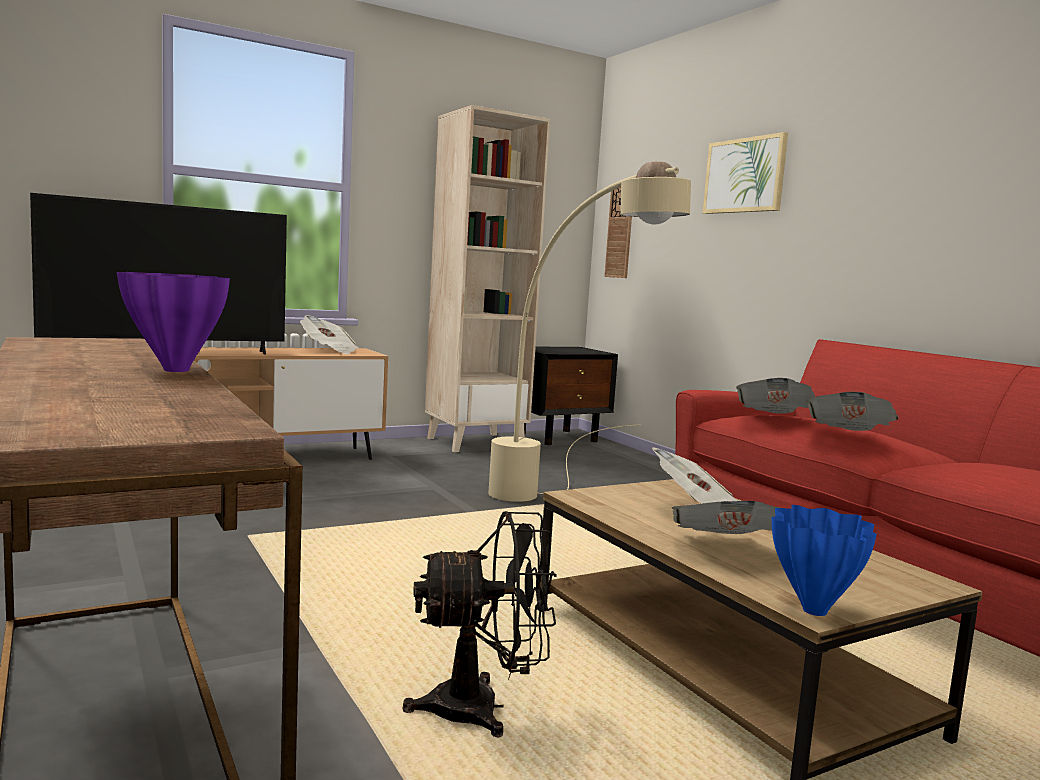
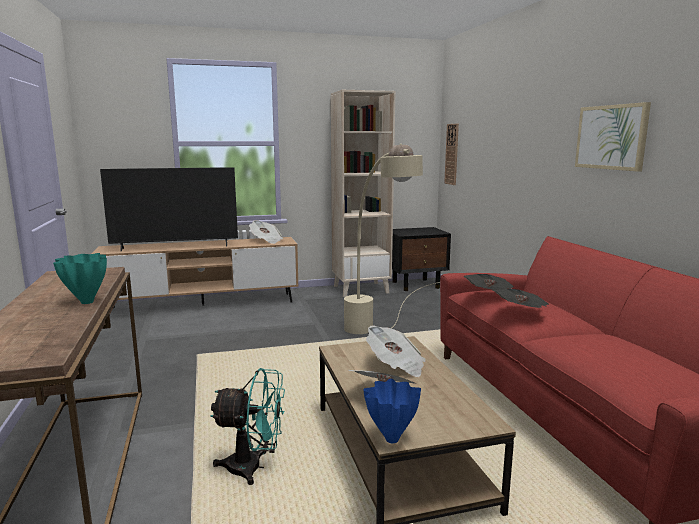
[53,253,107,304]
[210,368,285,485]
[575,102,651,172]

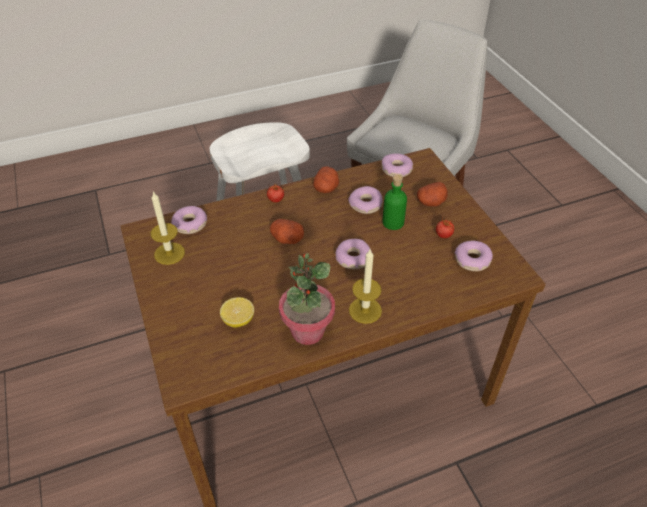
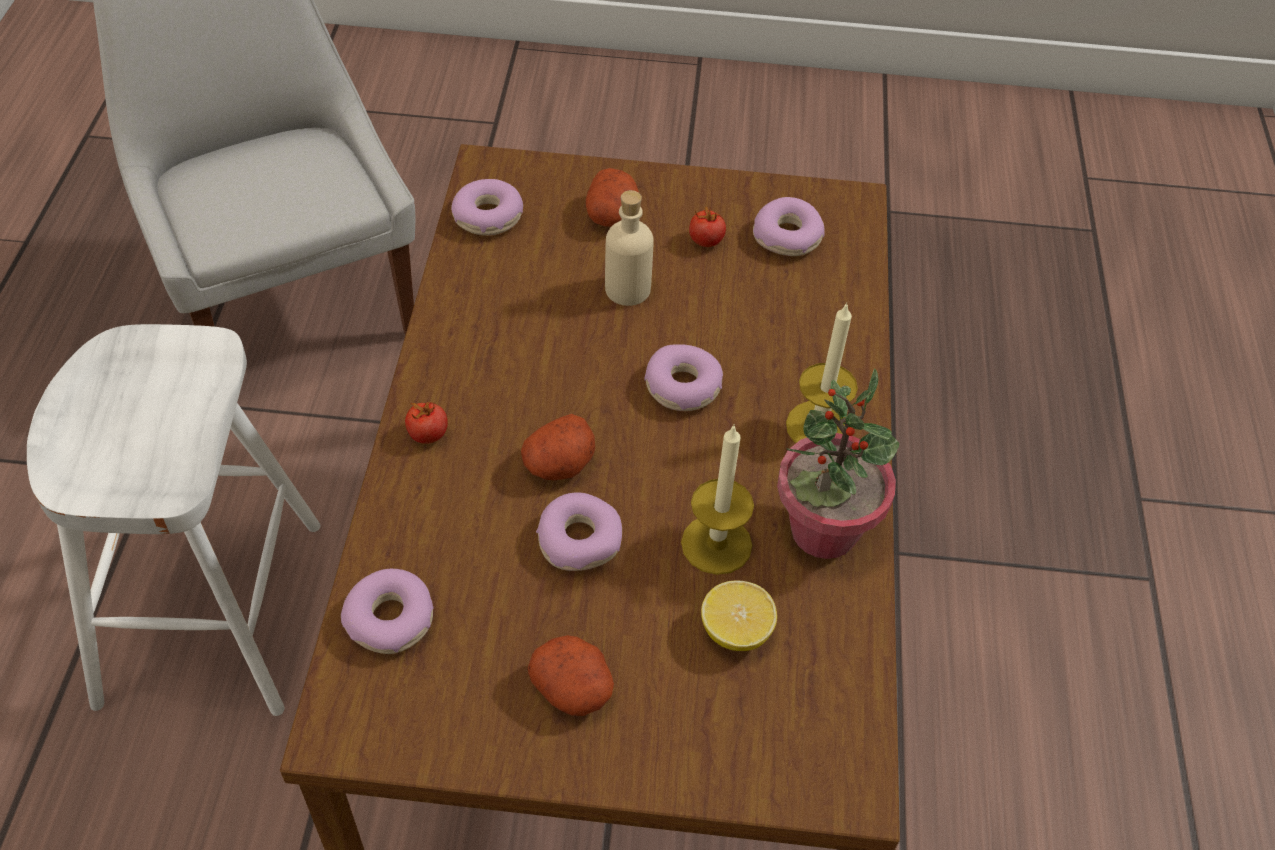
[681,424,754,575]
[528,635,614,716]
[536,492,622,571]
[605,190,654,306]

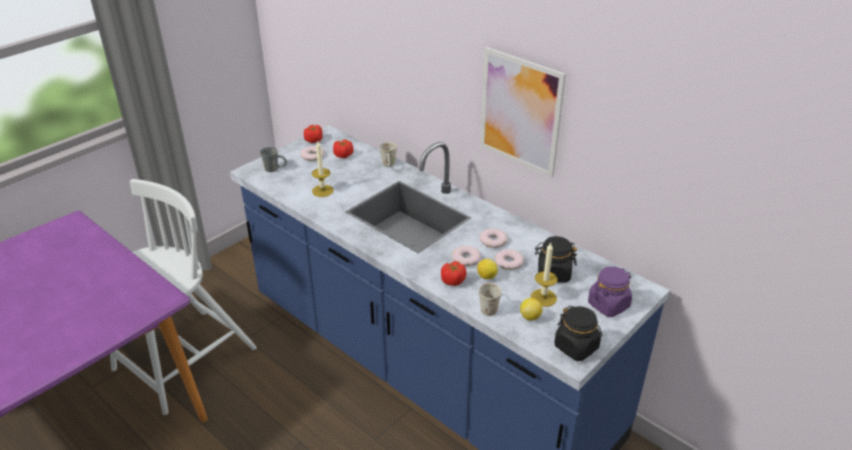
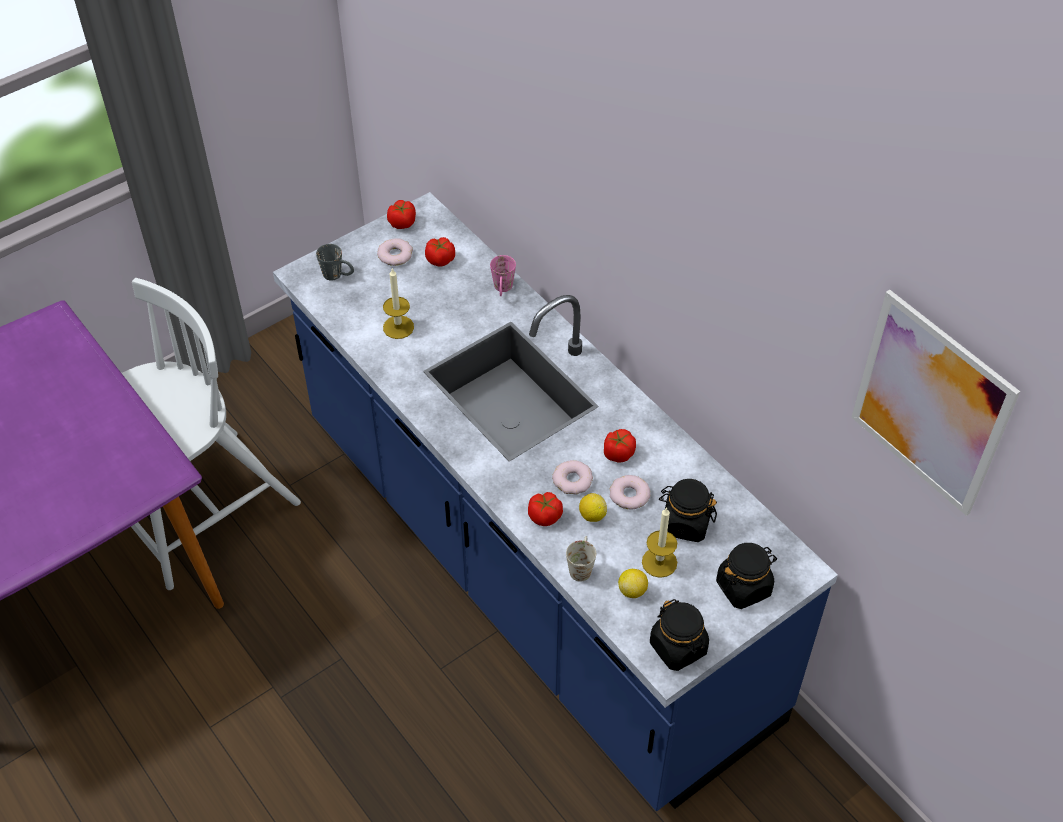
[490,255,516,296]
[851,290,1020,516]
[604,429,636,463]
[716,543,777,609]

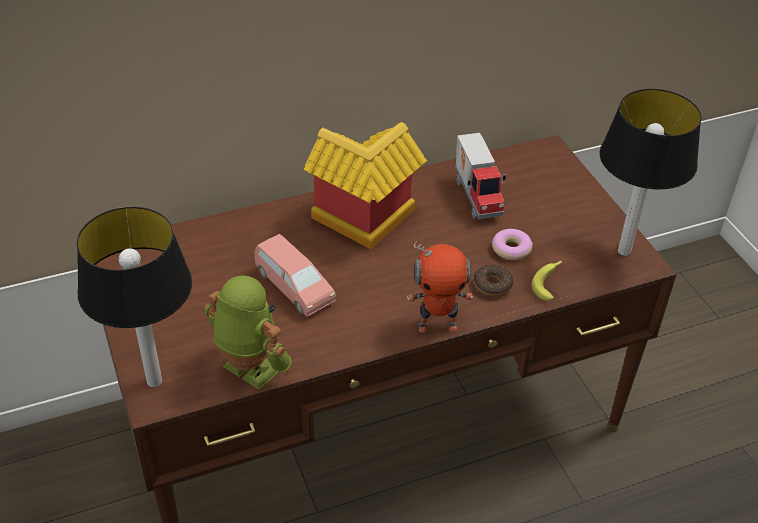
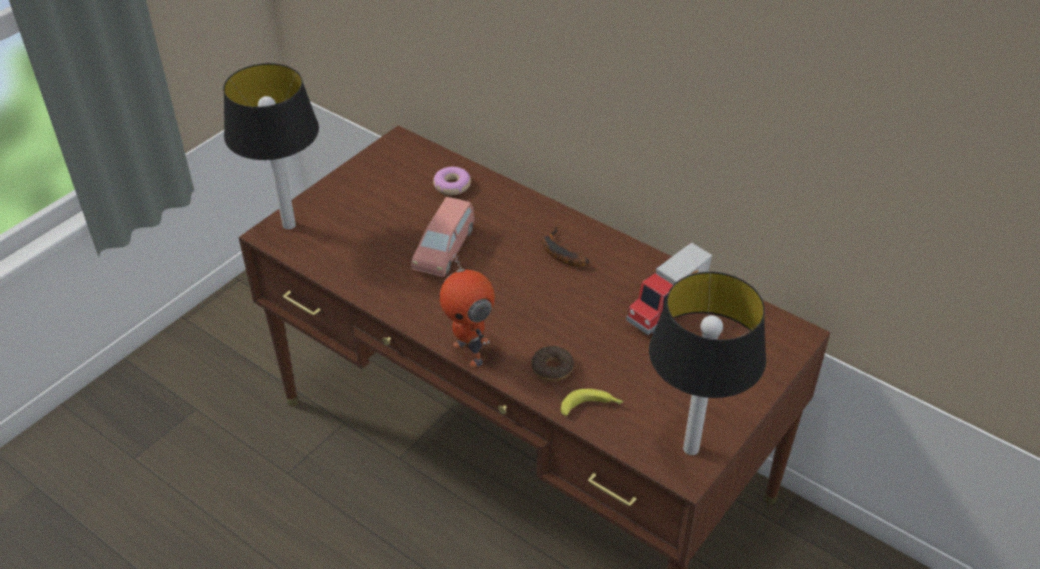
[204,275,291,389] (first image)
[542,226,589,267]
[433,167,471,195]

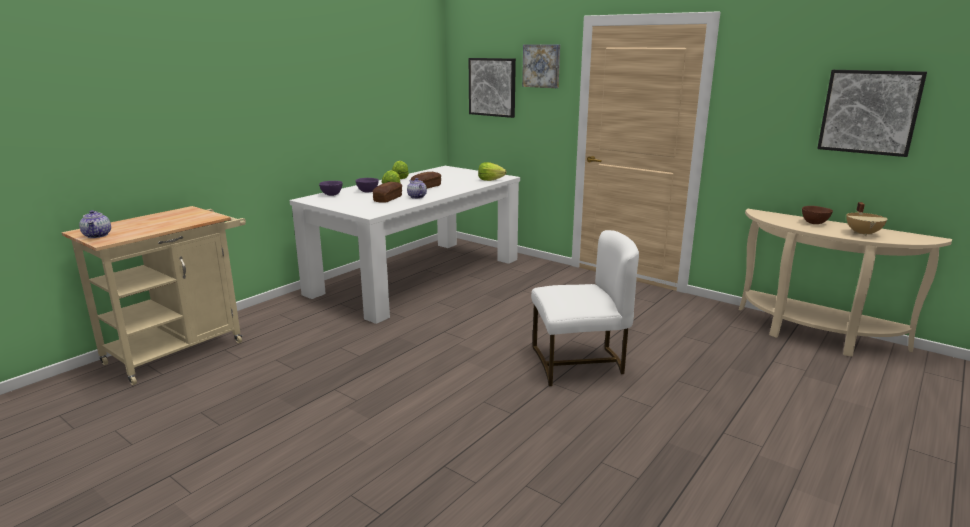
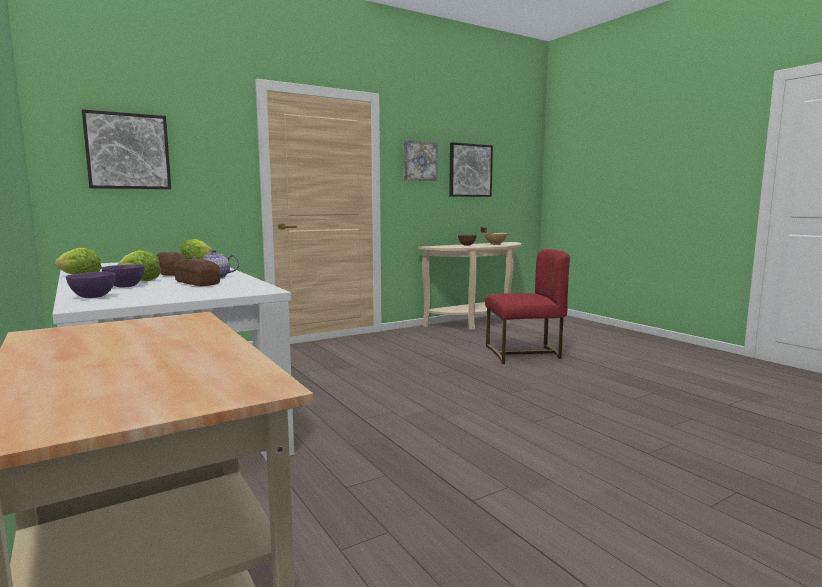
[79,210,111,238] (first image)
[404,140,438,181]
[531,230,639,386] (first image)
[485,249,570,364]

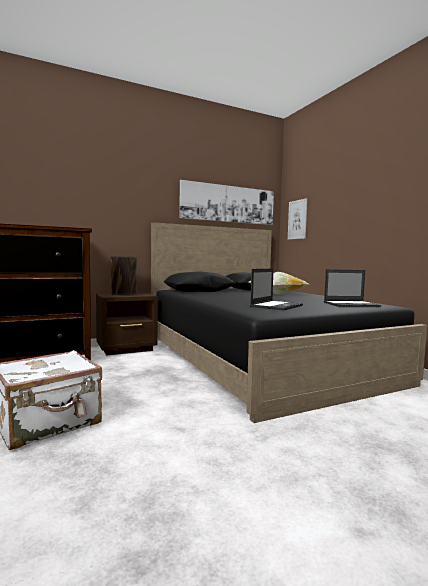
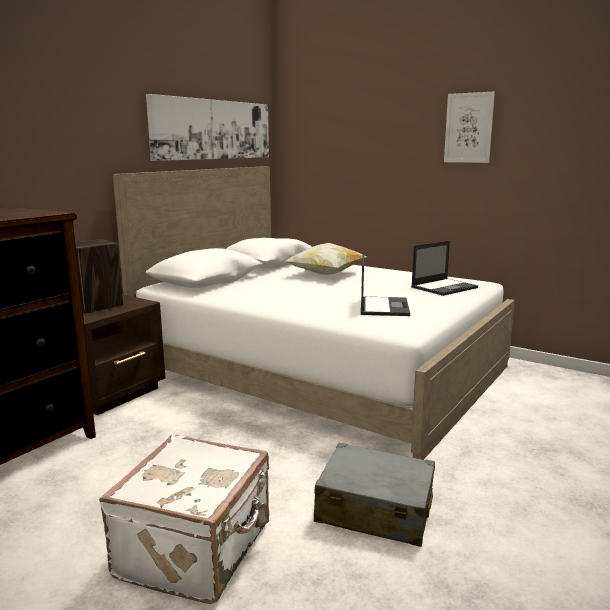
[113,166,515,460]
[444,92,495,163]
[314,443,435,547]

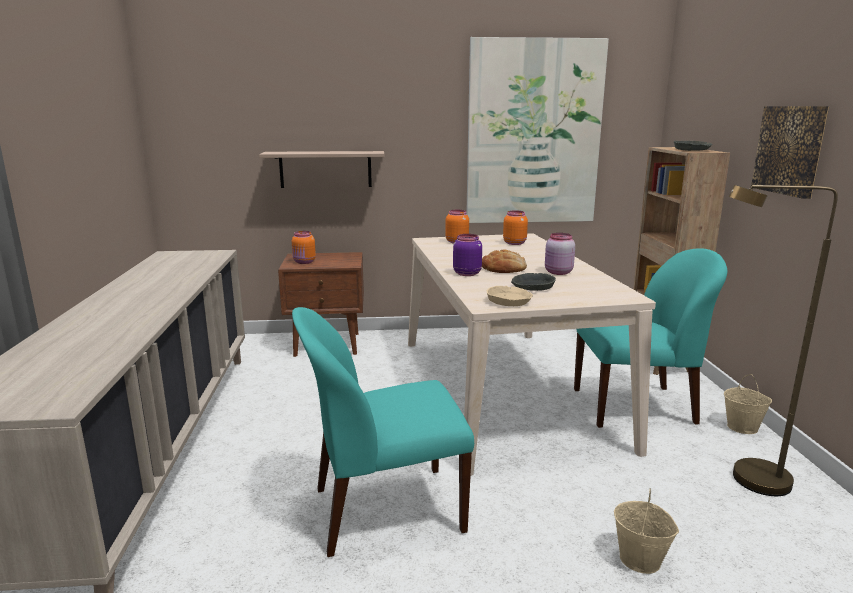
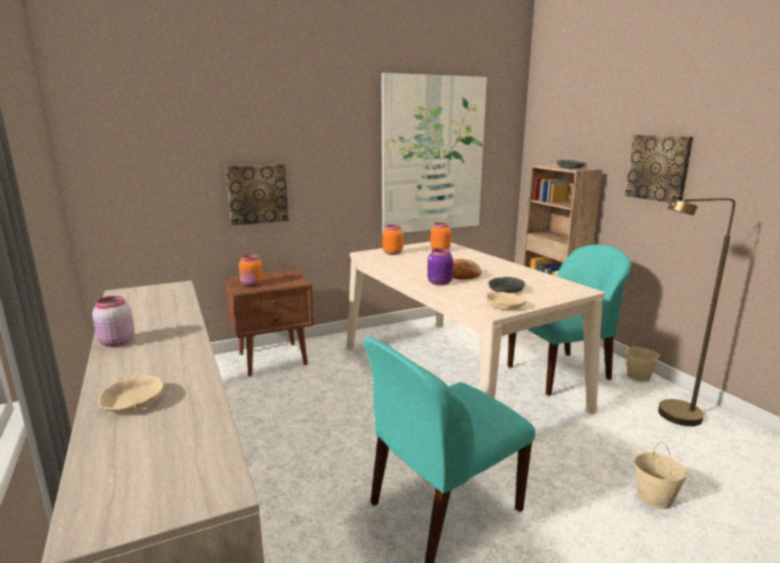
[225,164,289,225]
[92,296,134,347]
[98,375,163,413]

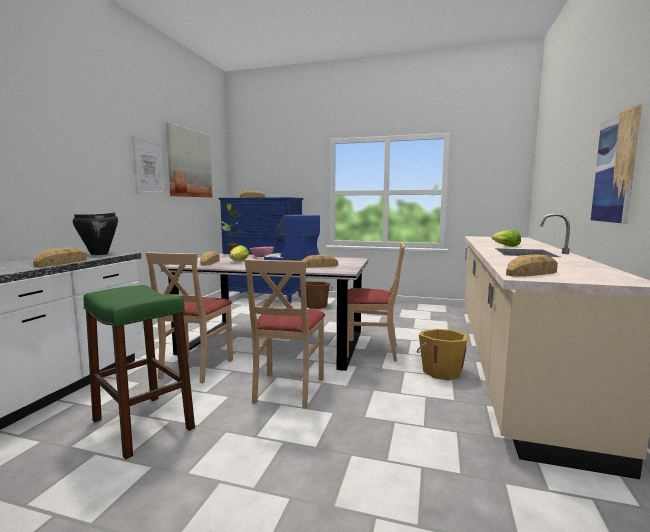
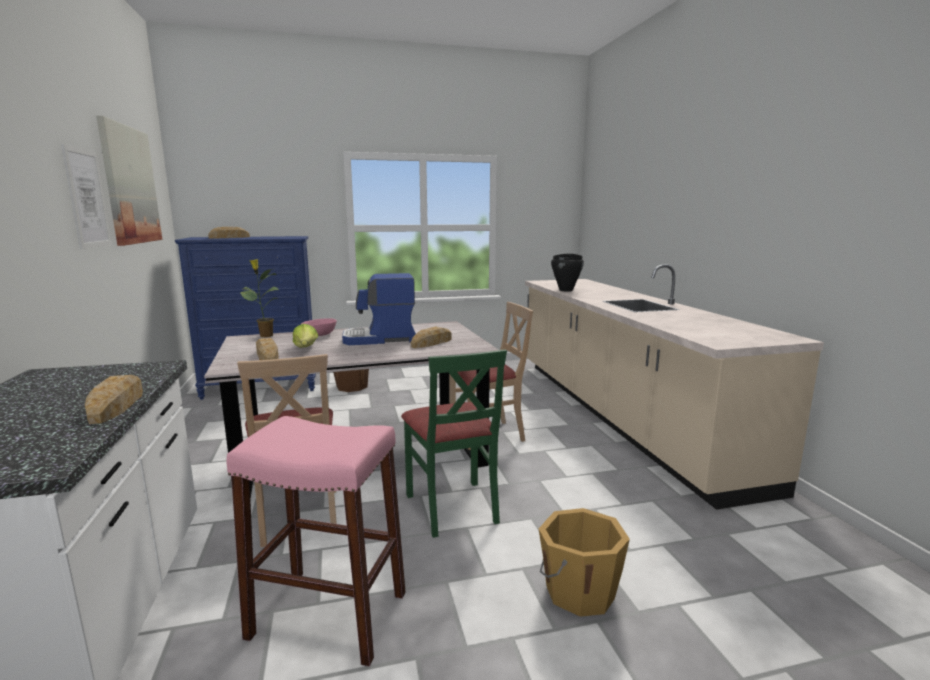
[551,254,584,291]
[227,416,406,667]
[401,349,507,538]
[539,508,630,617]
[492,230,521,247] (first image)
[506,254,558,276] (first image)
[591,104,642,223] (first image)

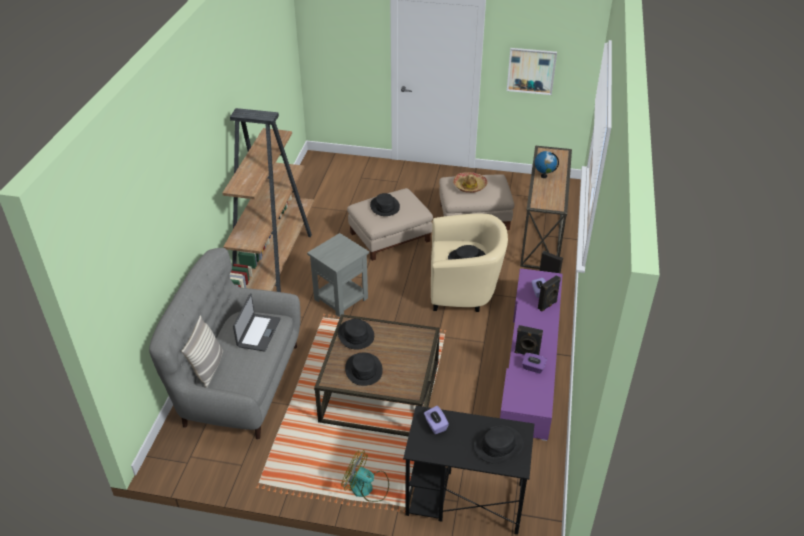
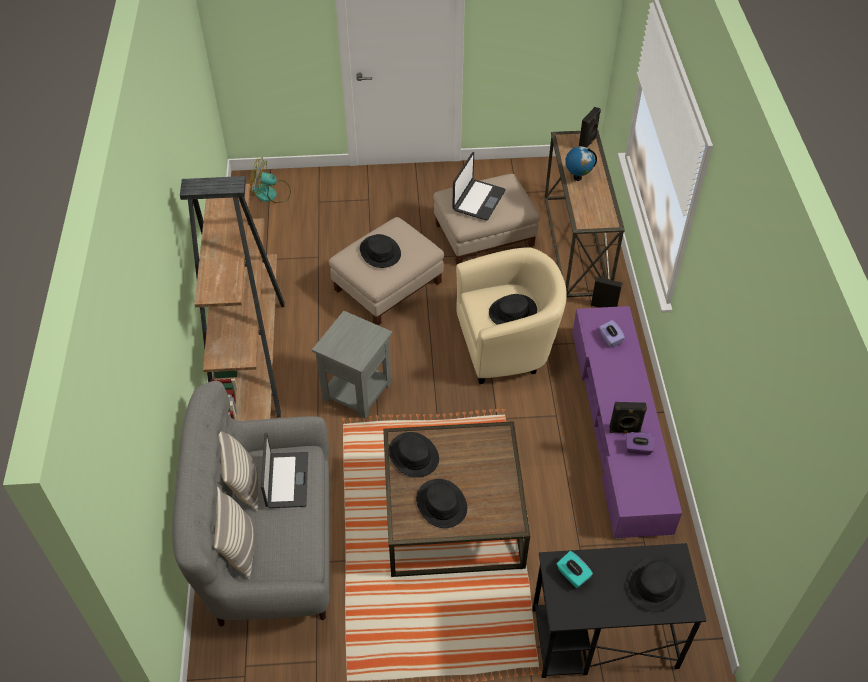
[250,158,291,203]
[557,551,593,588]
[452,152,506,220]
[507,48,557,95] (first image)
[579,107,601,148]
[218,431,258,512]

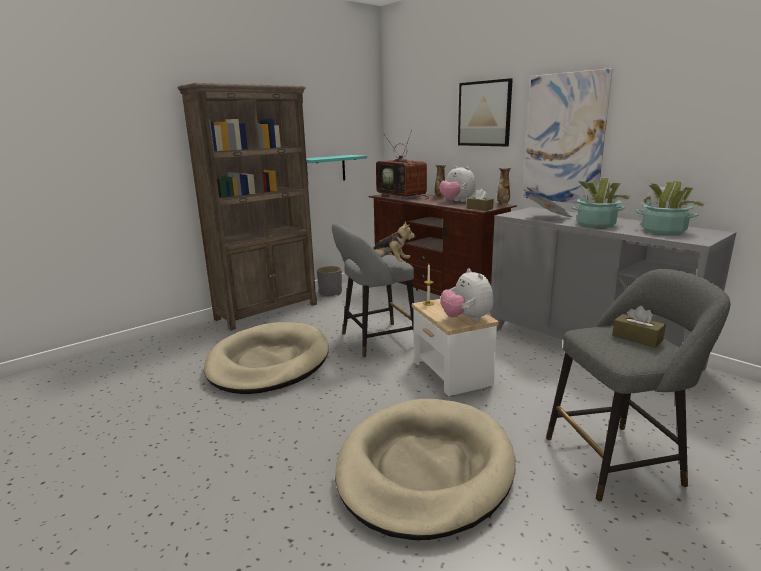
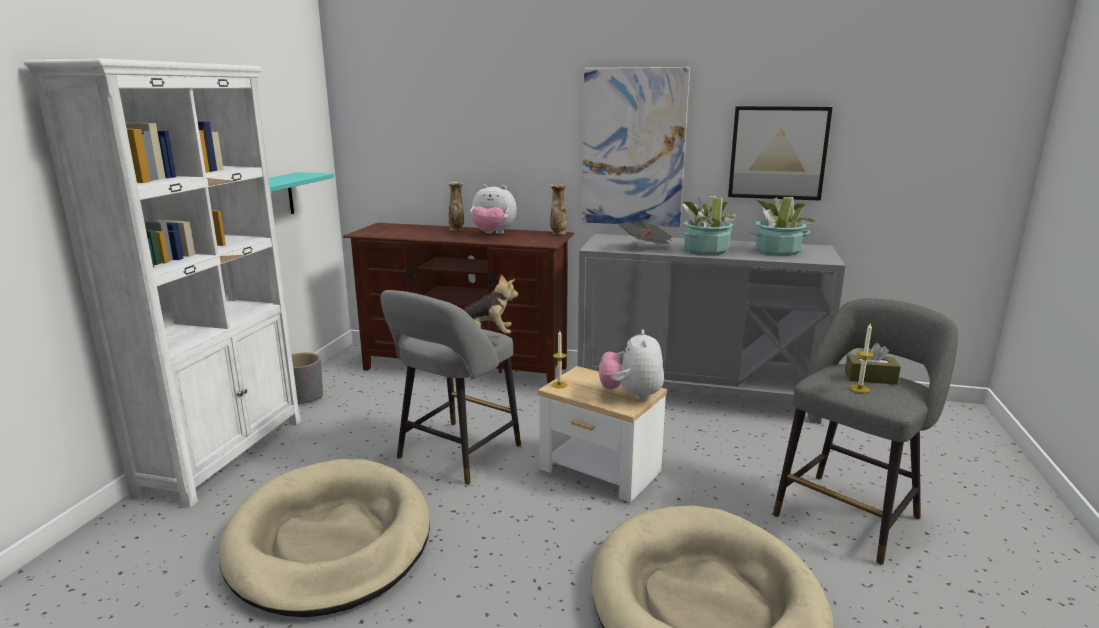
[24,58,301,508]
[376,130,429,199] (first image)
[599,330,664,401]
[728,106,833,201]
[467,189,494,211] (first image)
[850,324,874,393]

